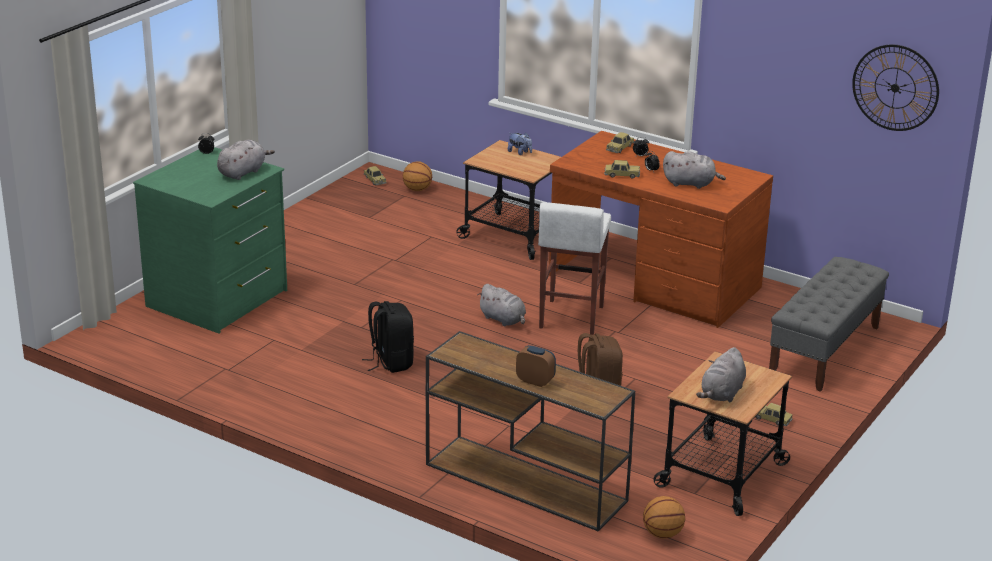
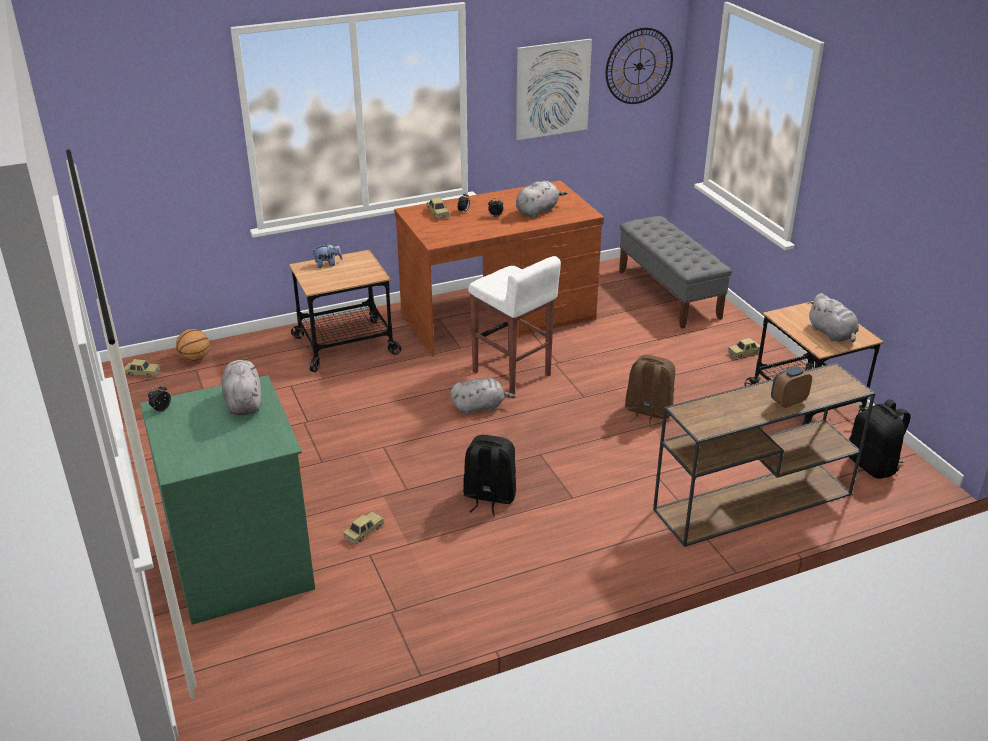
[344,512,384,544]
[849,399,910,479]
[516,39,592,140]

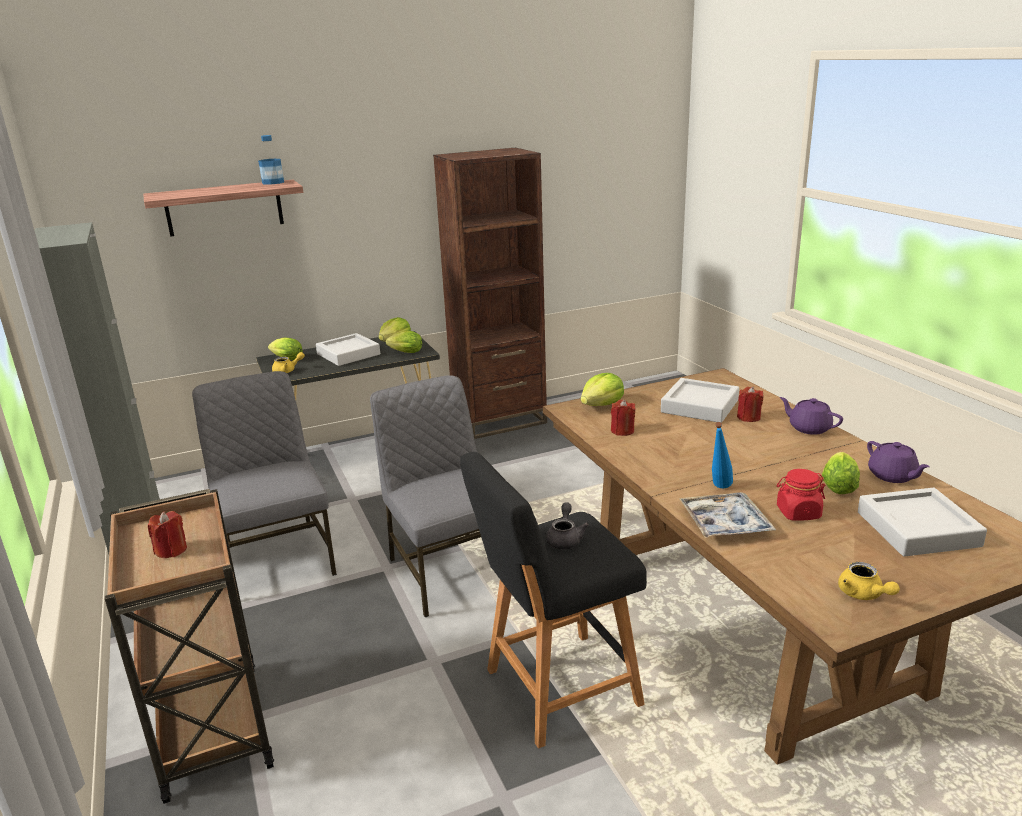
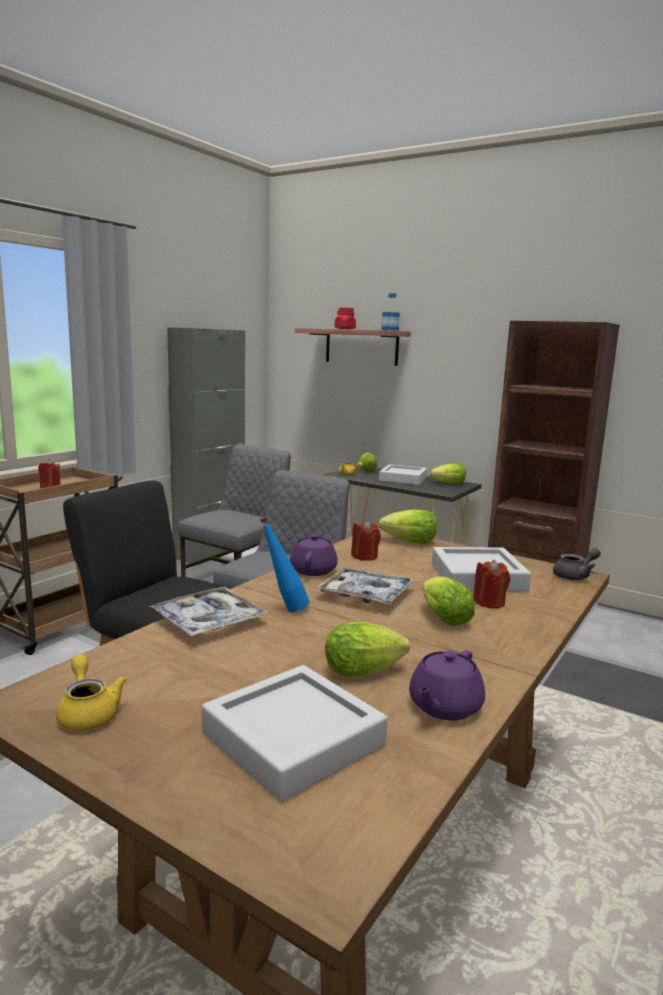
[422,576,475,626]
[553,548,601,580]
[335,307,356,329]
[290,531,338,576]
[56,654,128,731]
[315,568,415,605]

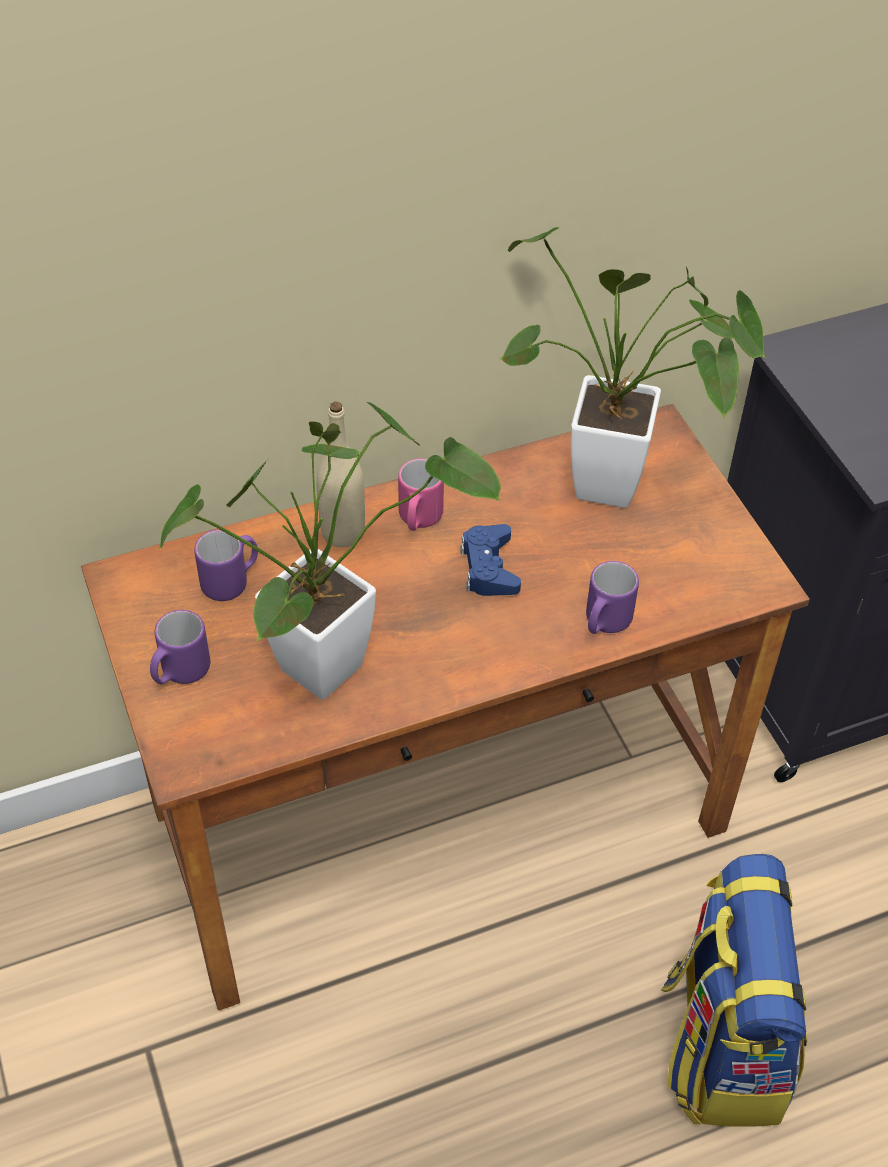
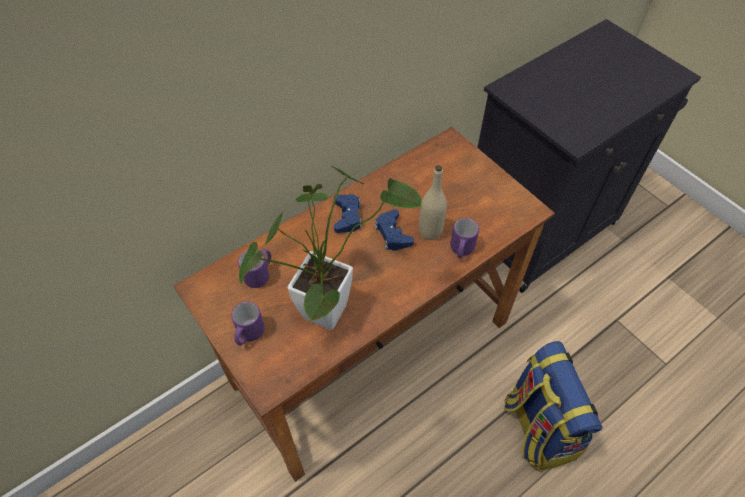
[419,165,447,240]
[334,194,362,233]
[499,227,766,508] (first image)

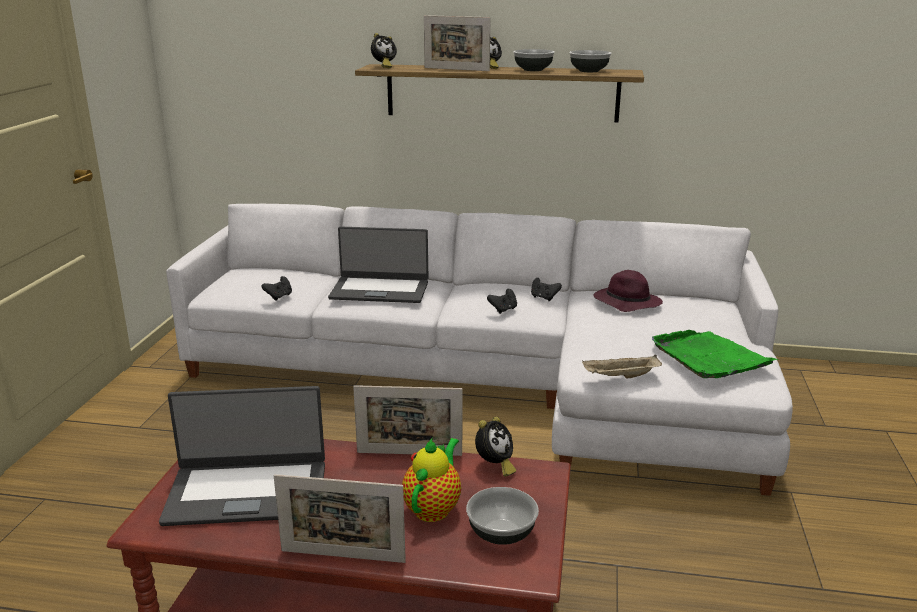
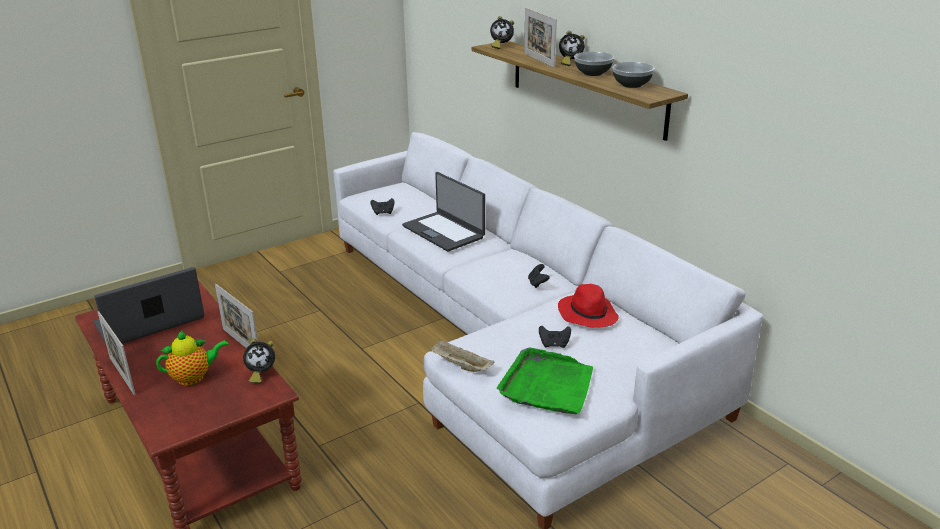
[93,267,205,344]
[466,487,539,545] (first image)
[539,326,571,348]
[558,284,619,328]

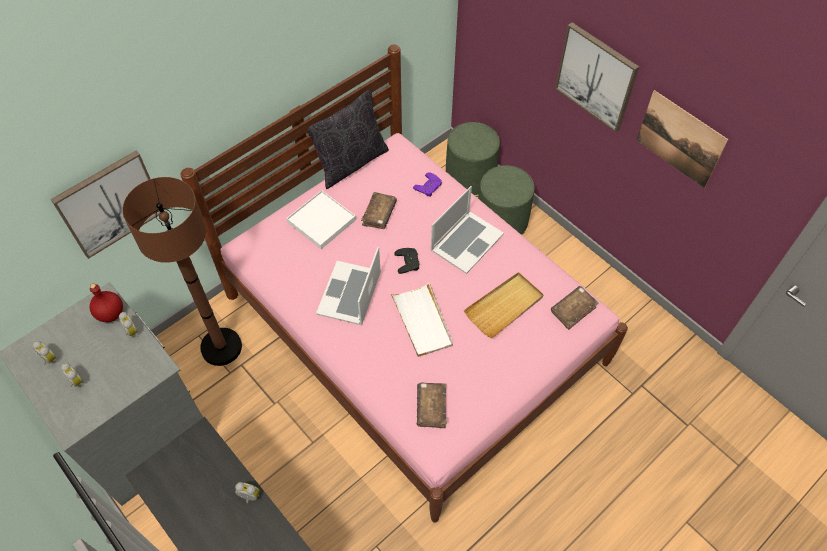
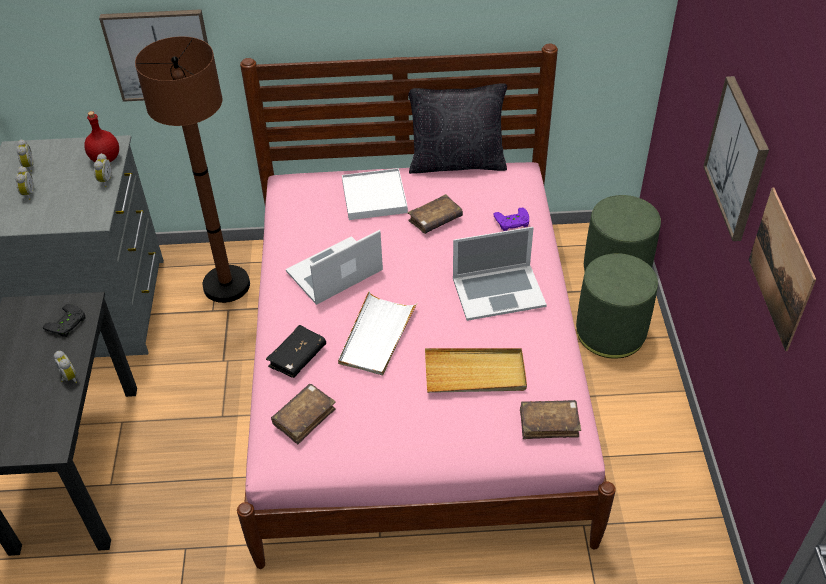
[43,304,86,337]
[266,325,326,378]

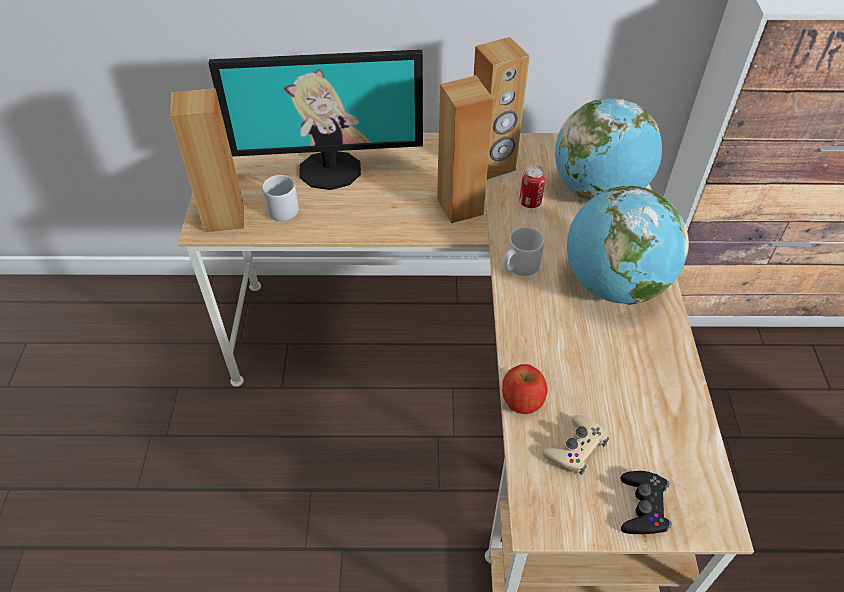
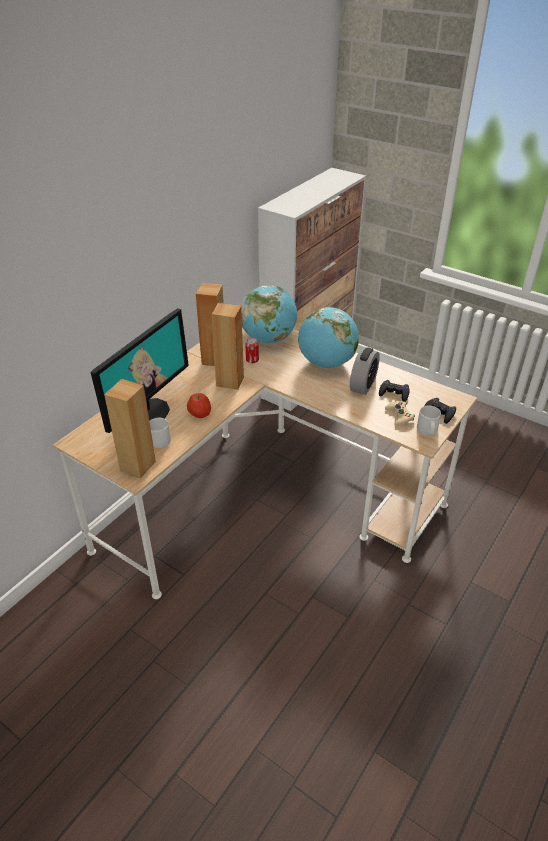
[187,393,211,418]
[417,406,441,435]
[350,347,380,395]
[379,380,410,402]

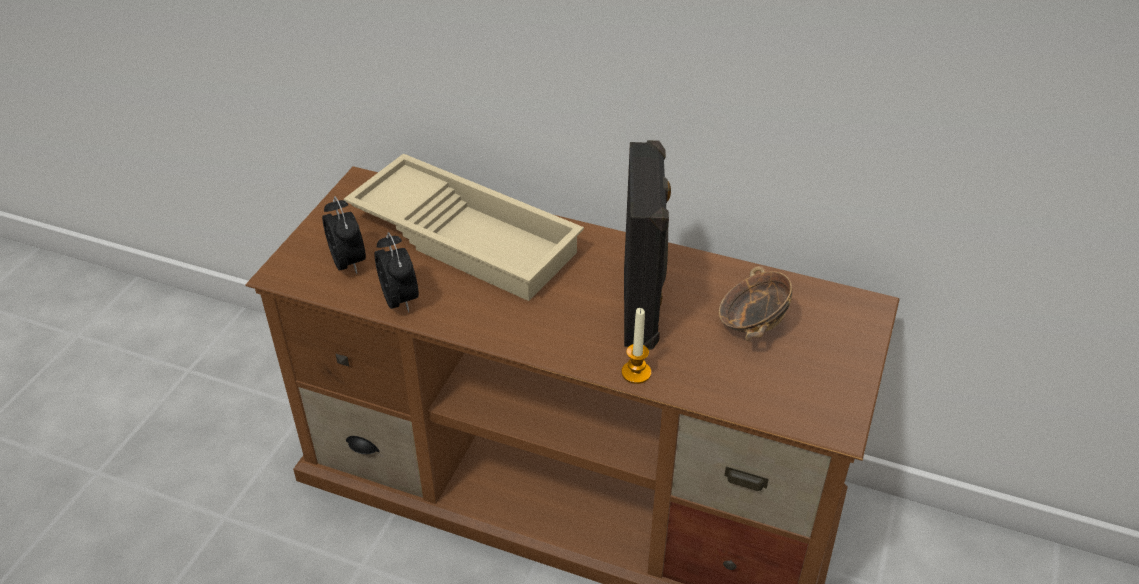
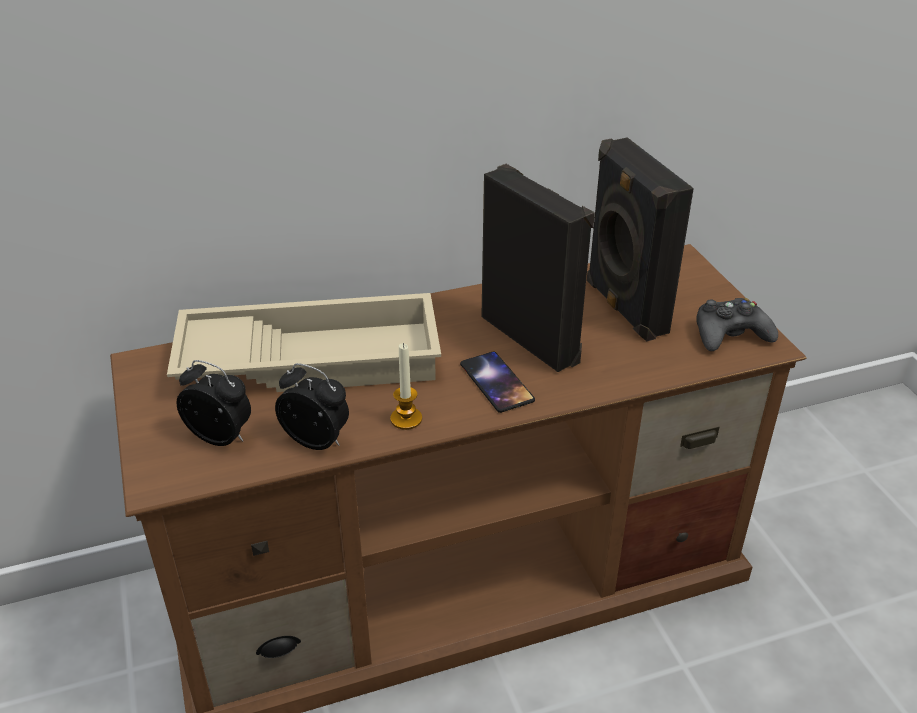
[390,343,422,430]
[587,137,694,342]
[460,352,535,413]
[696,298,778,351]

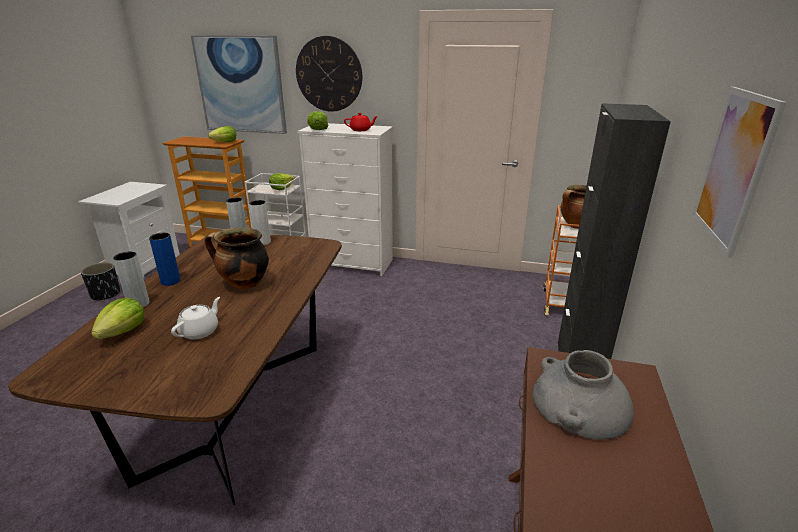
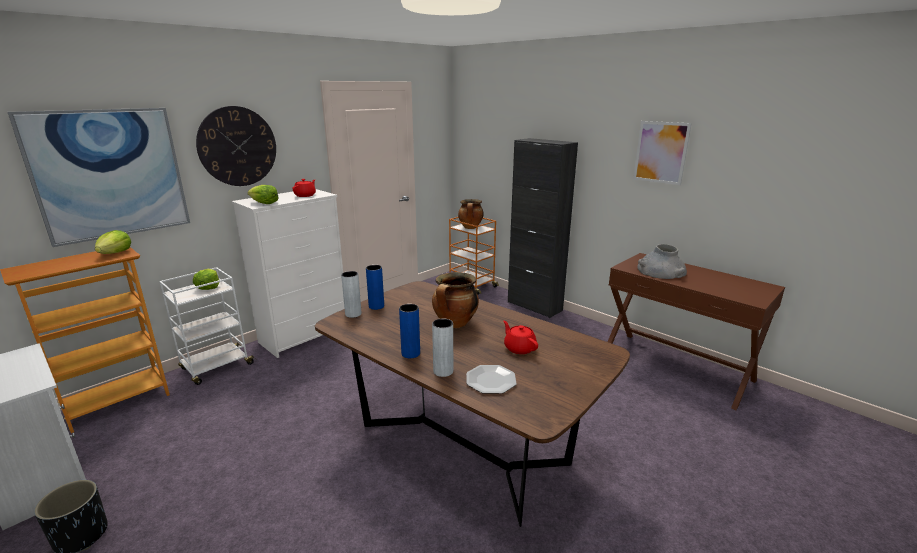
[466,365,517,394]
[503,320,538,354]
[366,265,384,310]

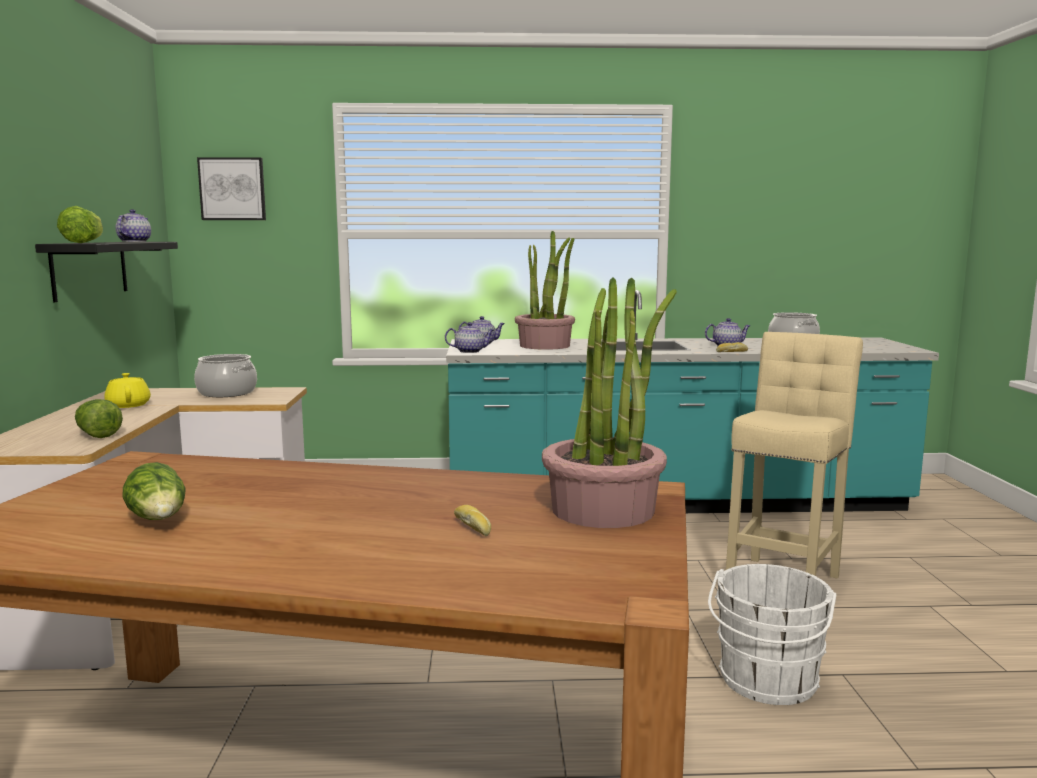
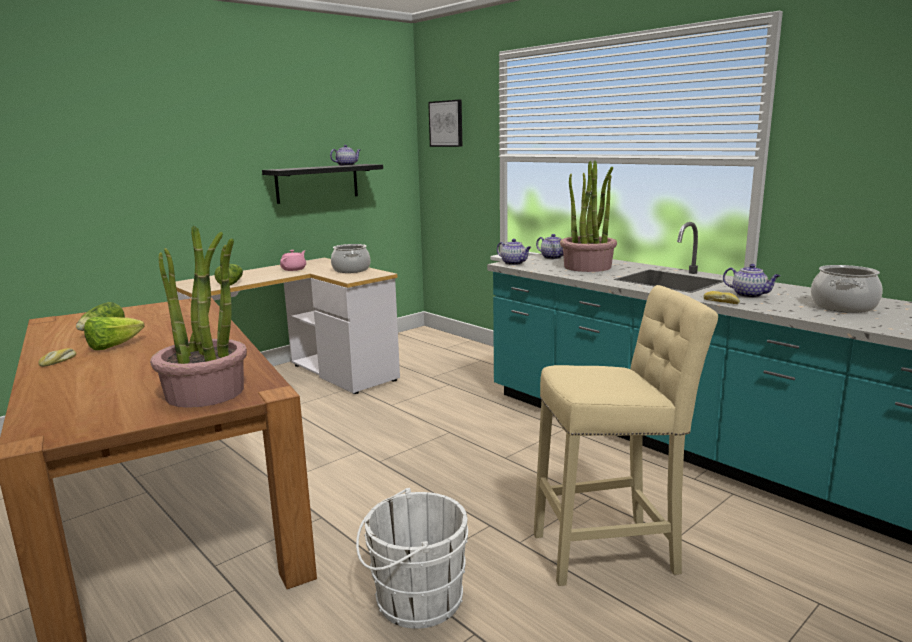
[84,317,144,350]
[280,250,306,271]
[38,348,76,367]

